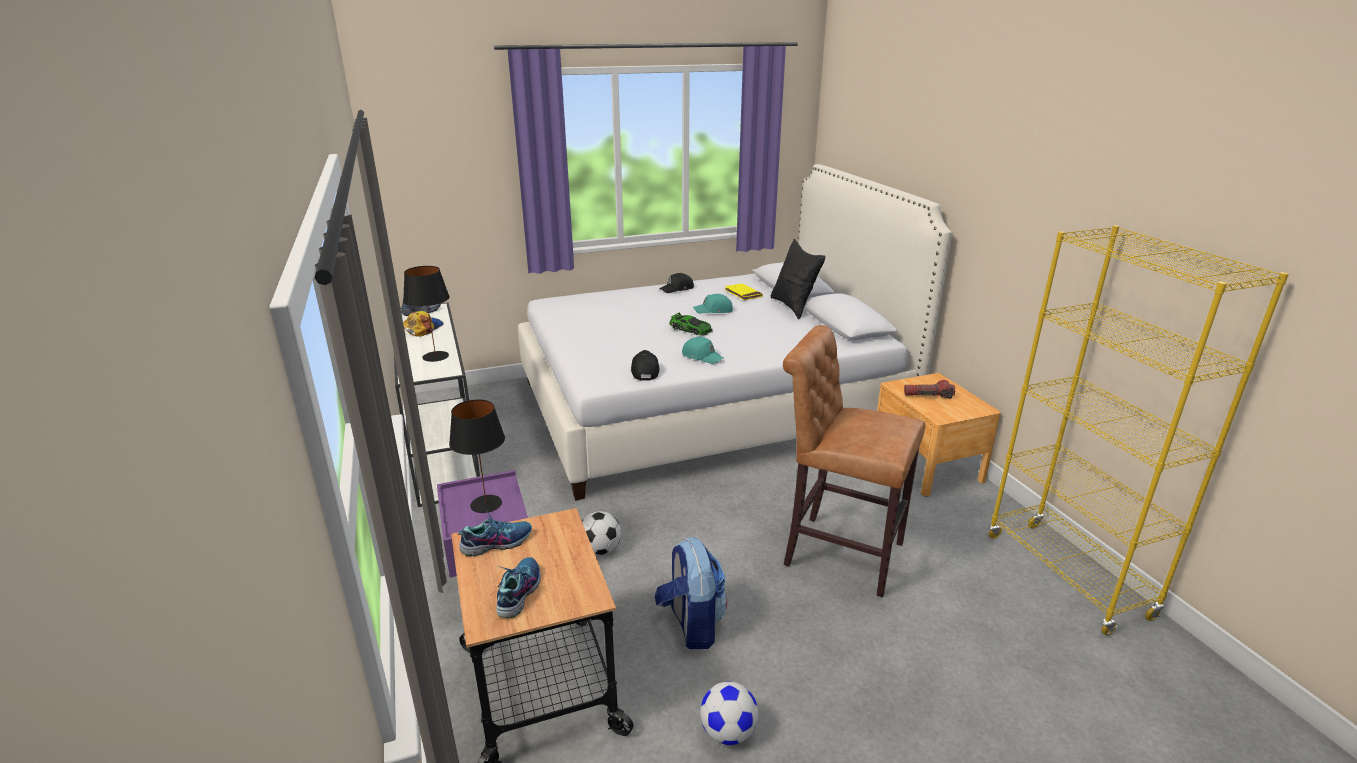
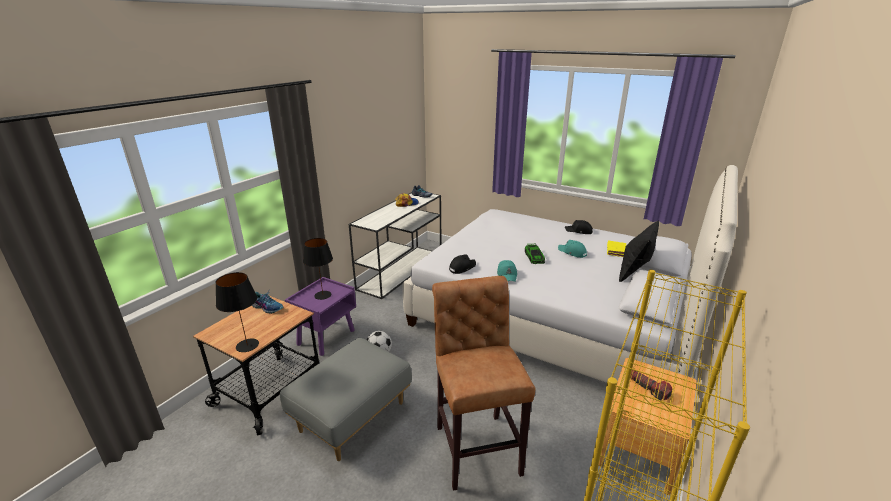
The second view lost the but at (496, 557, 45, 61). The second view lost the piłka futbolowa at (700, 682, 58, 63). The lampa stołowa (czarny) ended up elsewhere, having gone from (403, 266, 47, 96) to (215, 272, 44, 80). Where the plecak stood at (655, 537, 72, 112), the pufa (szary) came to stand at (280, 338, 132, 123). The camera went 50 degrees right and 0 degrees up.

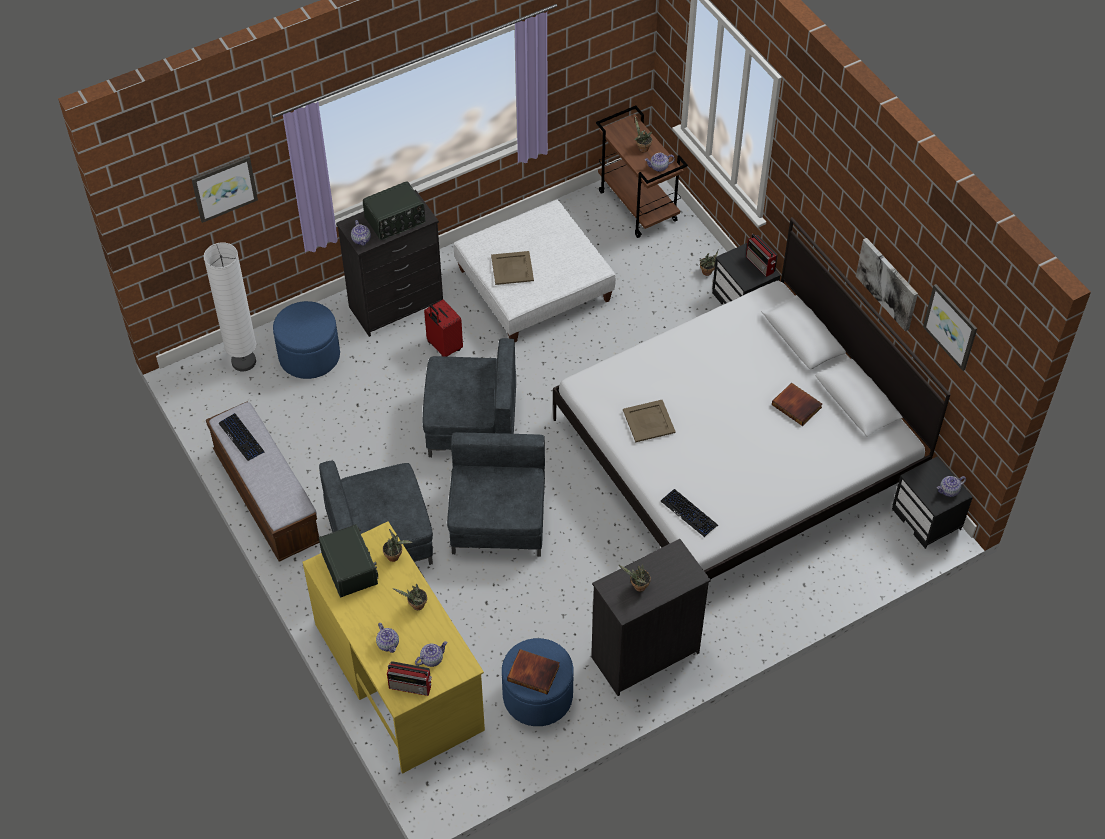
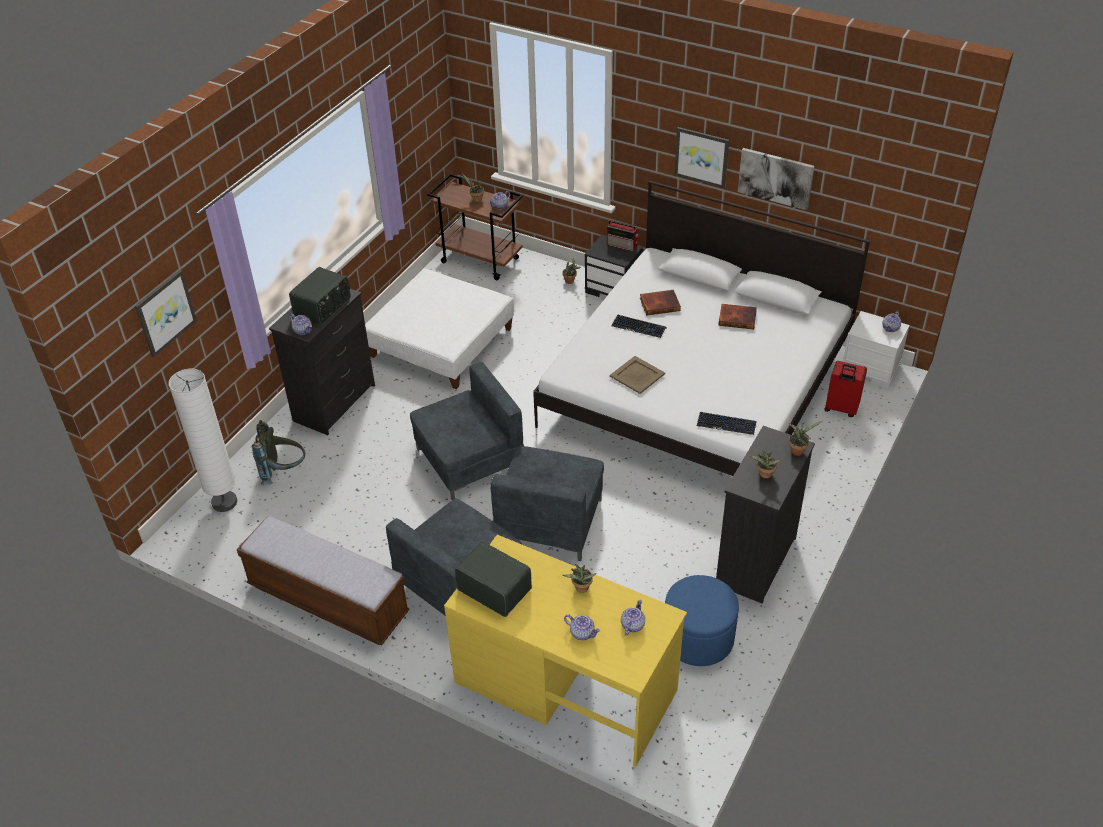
The second view lost the radio at (387, 661, 45, 35). The second view lost the taca (beżowy) at (491, 251, 43, 34). The klawiatura ended up elsewhere, having gone from (218, 413, 47, 48) to (611, 315, 56, 23). The roślina doniczkowa ended up elsewhere, having gone from (383, 529, 30, 33) to (789, 421, 33, 35). The walizka (czerwony) ended up elsewhere, having gone from (424, 299, 39, 58) to (824, 361, 43, 56). The książka ended up elsewhere, having gone from (507, 649, 53, 46) to (640, 290, 41, 26). The obraz ended up elsewhere, having gone from (923, 284, 54, 87) to (674, 127, 55, 61). Where the pufa (niebieski) stood at (273, 301, 67, 78), the plecak (szary) came to stand at (252, 420, 53, 65). What was the szafka nocna (czarny) at (892, 456, 81, 93) turned into the szafka nocna (biały) at (843, 311, 67, 77). The fotel (szary) at (447, 432, 98, 125) ended up facing another way, 135 degrees counterclockwise from before. The camera went 30 degrees left and 10 degrees down.

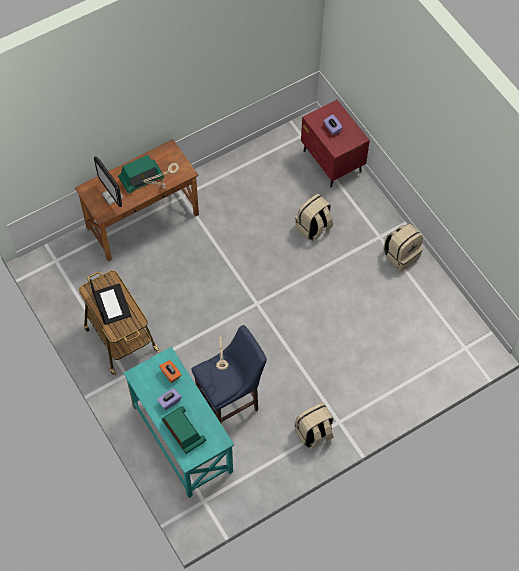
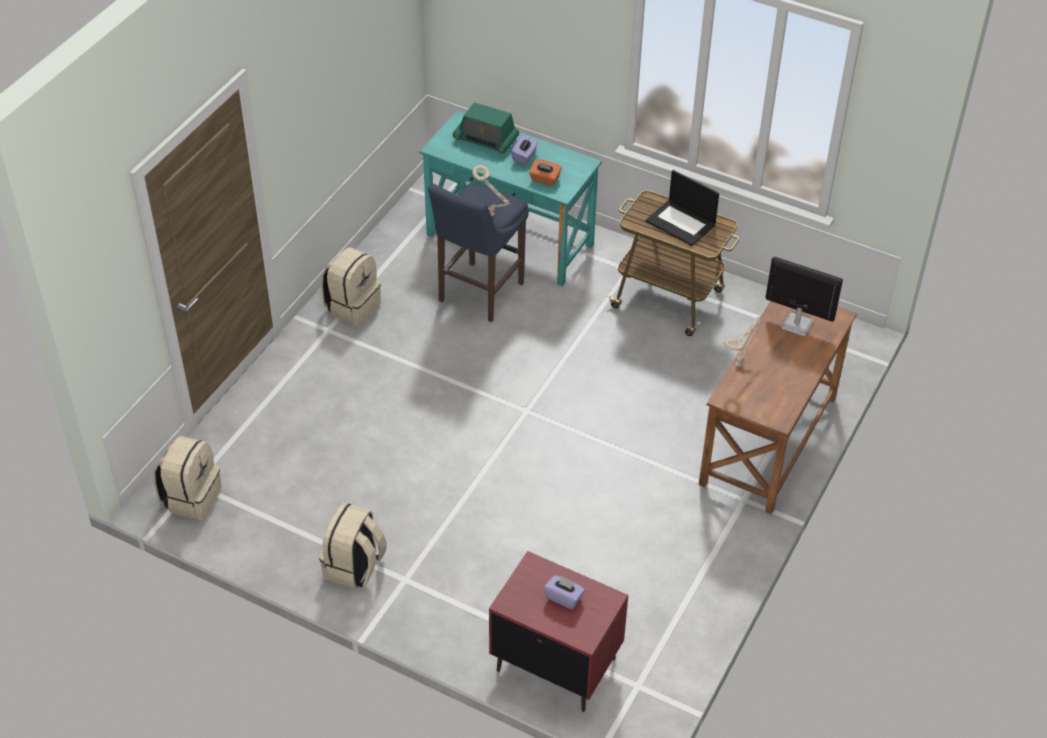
The second view lost the radio at (118, 155, 46, 39). The plecak (beżowy) ended up elsewhere, having gone from (295, 194, 38, 47) to (153, 436, 69, 84). The camera went 150 degrees right and 15 degrees down.

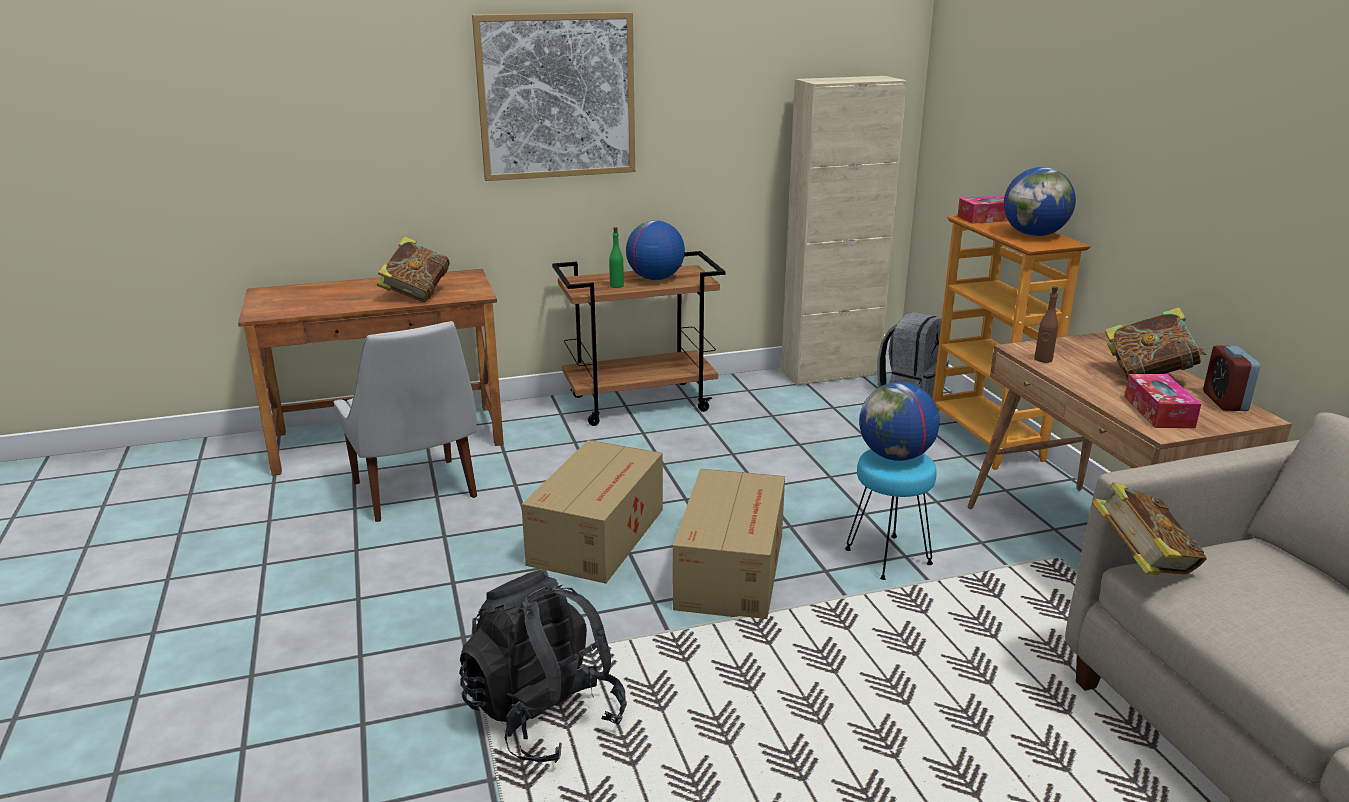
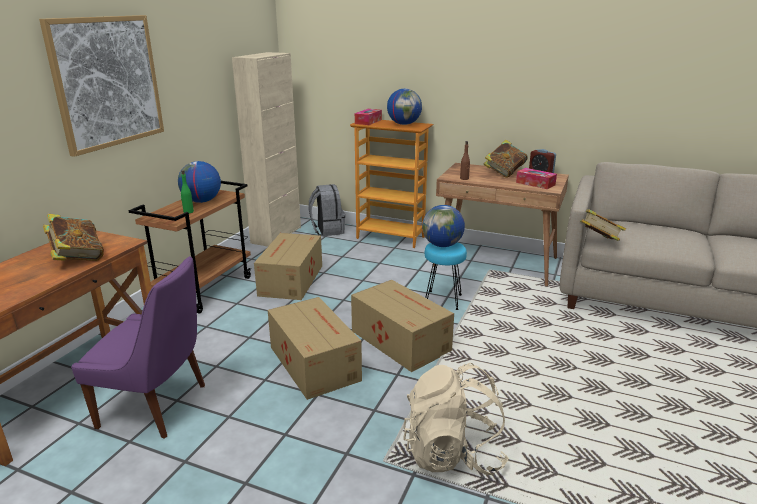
The second view gained the karton at (254, 233, 68, 67). What was the krzesło (biały) at (334, 321, 143, 201) turned into the krzesło (fioletowy) at (71, 256, 134, 183). What was the plecak (czarny) at (459, 570, 168, 193) turned into the plecak (beżowy) at (403, 363, 106, 112). The camera went 50 degrees left and 0 degrees up.

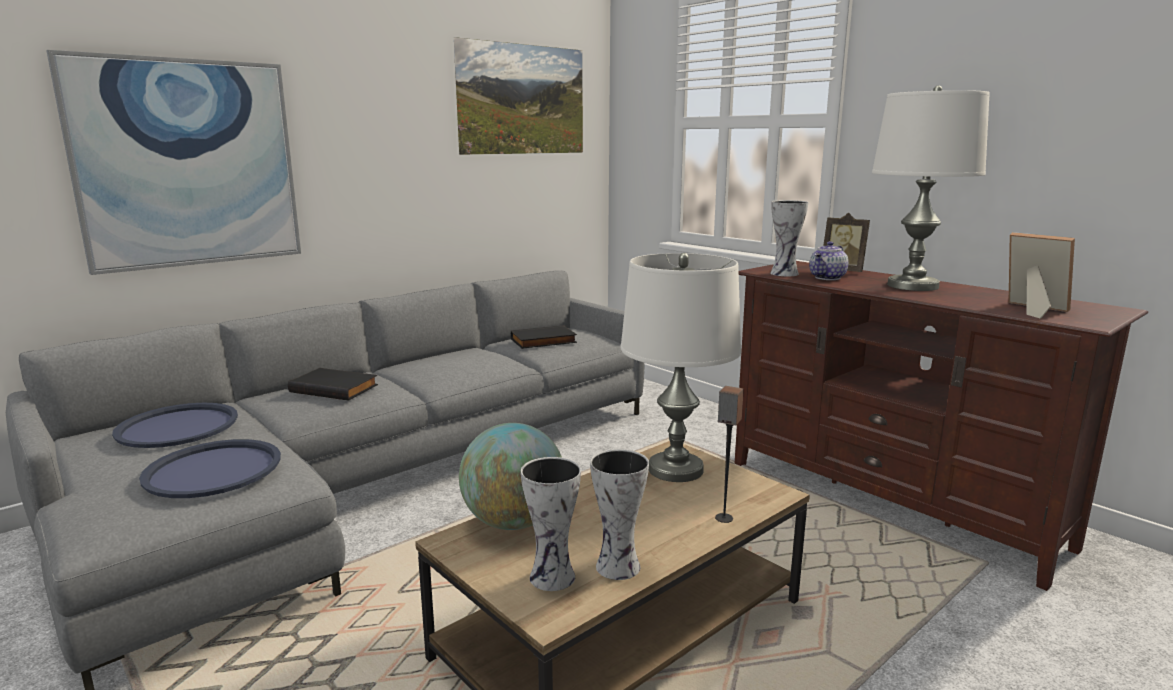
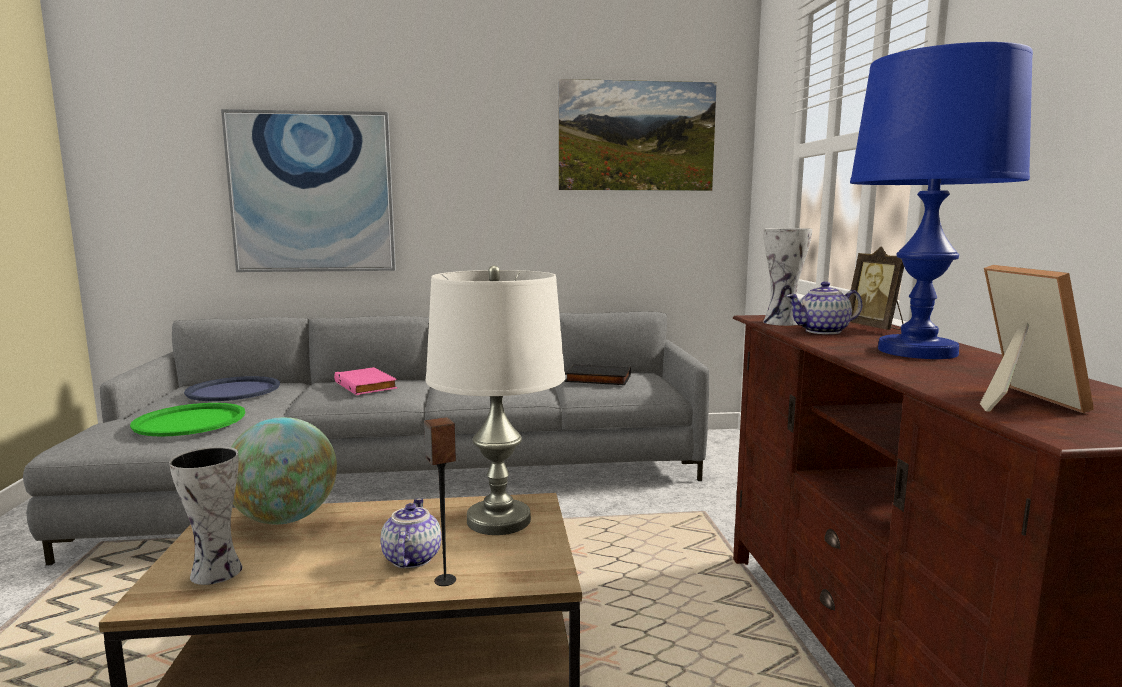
The second view lost the wazon at (590, 449, 59, 131). The second view gained the imbryk at (380, 498, 61, 70). What was the taca (niebieski) at (139, 439, 142, 59) turned into the taca (zielony) at (130, 403, 115, 34). What was the książka (czarny) at (288, 368, 90, 33) turned into the książka (różowy) at (334, 367, 63, 28). What was the lampa stołowa (biały) at (872, 86, 118, 205) turned into the lampa stołowa (niebieski) at (850, 42, 183, 317). The camera went 35 degrees right and 5 degrees down.

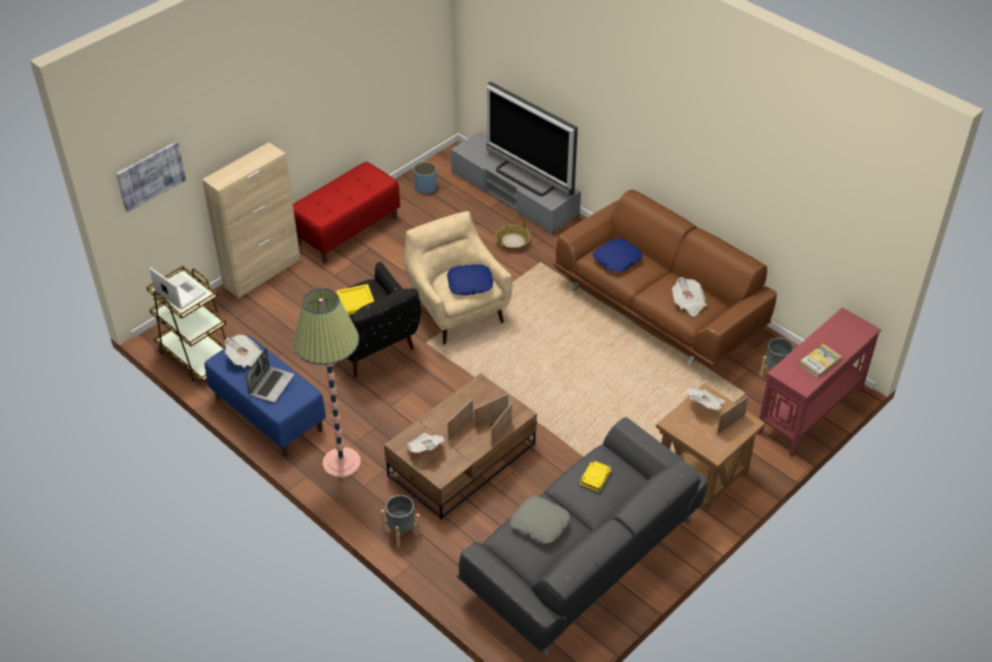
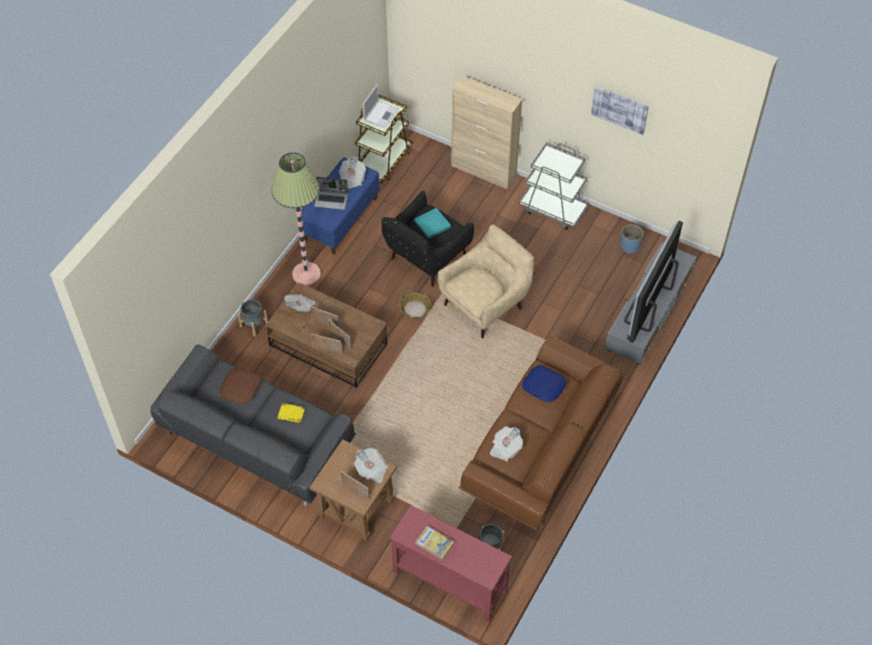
The second view lost the poduszka (niebieski) at (447, 264, 46, 31). The obraz ended up elsewhere, having gone from (116, 141, 70, 71) to (591, 86, 58, 49). The koszyk ended up elsewhere, having gone from (495, 216, 36, 35) to (399, 291, 32, 28). Where the ławka (czerwony) stood at (293, 162, 107, 102), the wózek (szary) came to stand at (519, 142, 70, 88). What was the taca (żółty) at (336, 284, 38, 31) turned into the taca (turkusowy) at (414, 208, 37, 31). What was the poduszka (szary) at (510, 496, 60, 48) turned into the poduszka (brązowy) at (219, 368, 42, 36). The camera went 75 degrees right and 10 degrees up.

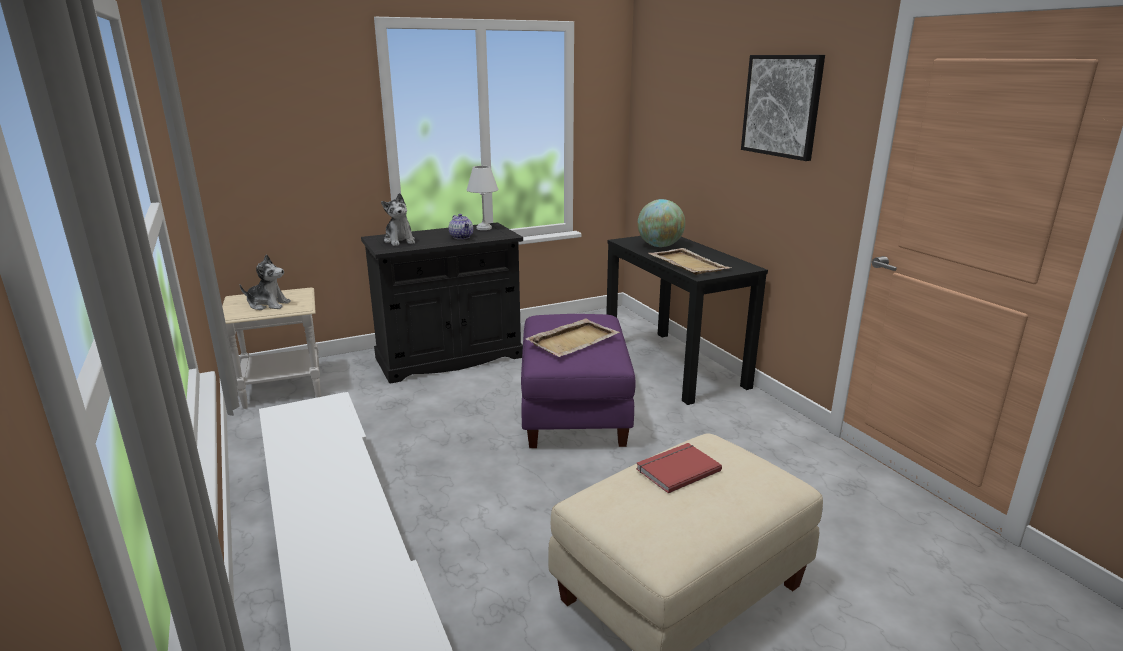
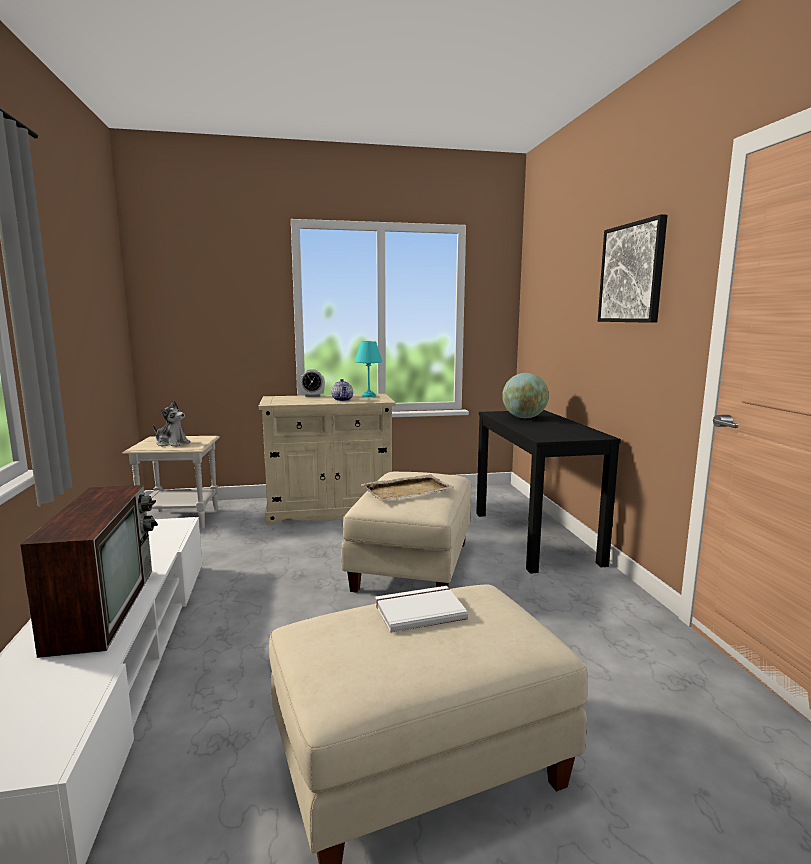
The second view lost the pluszak at (381, 193, 34, 53). The second view lost the taca (beżowy) at (648, 248, 83, 27). The second view gained the telewizor at (20, 485, 138, 173). The second view gained the budzik at (300, 369, 25, 28). What was the szafka (czarny) at (361, 222, 162, 162) turned into the szafka (beżowy) at (259, 394, 137, 131). What was the lampa stołowa (biały) at (467, 166, 31, 64) turned into the lampa stołowa (turkusowy) at (355, 341, 28, 56). What was the pufa (fioletowy) at (521, 314, 114, 134) turned into the pufa (beżowy) at (341, 472, 130, 121). What was the książka (czerwony) at (636, 443, 86, 50) turned into the książka (biały) at (375, 586, 93, 47). The camera went 15 degrees right and 10 degrees down.

